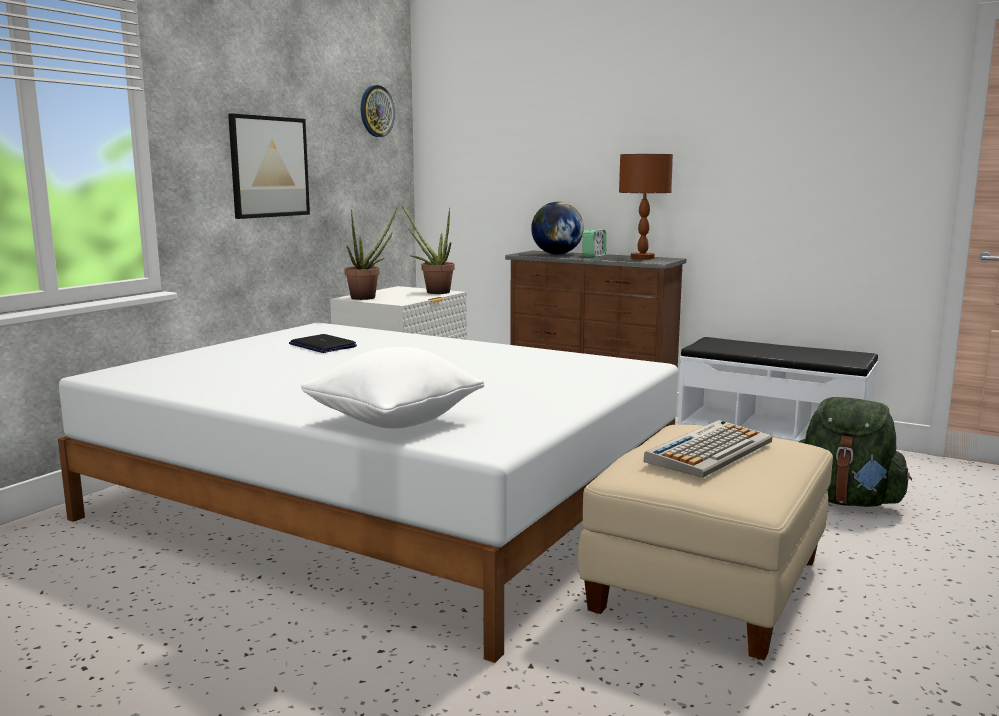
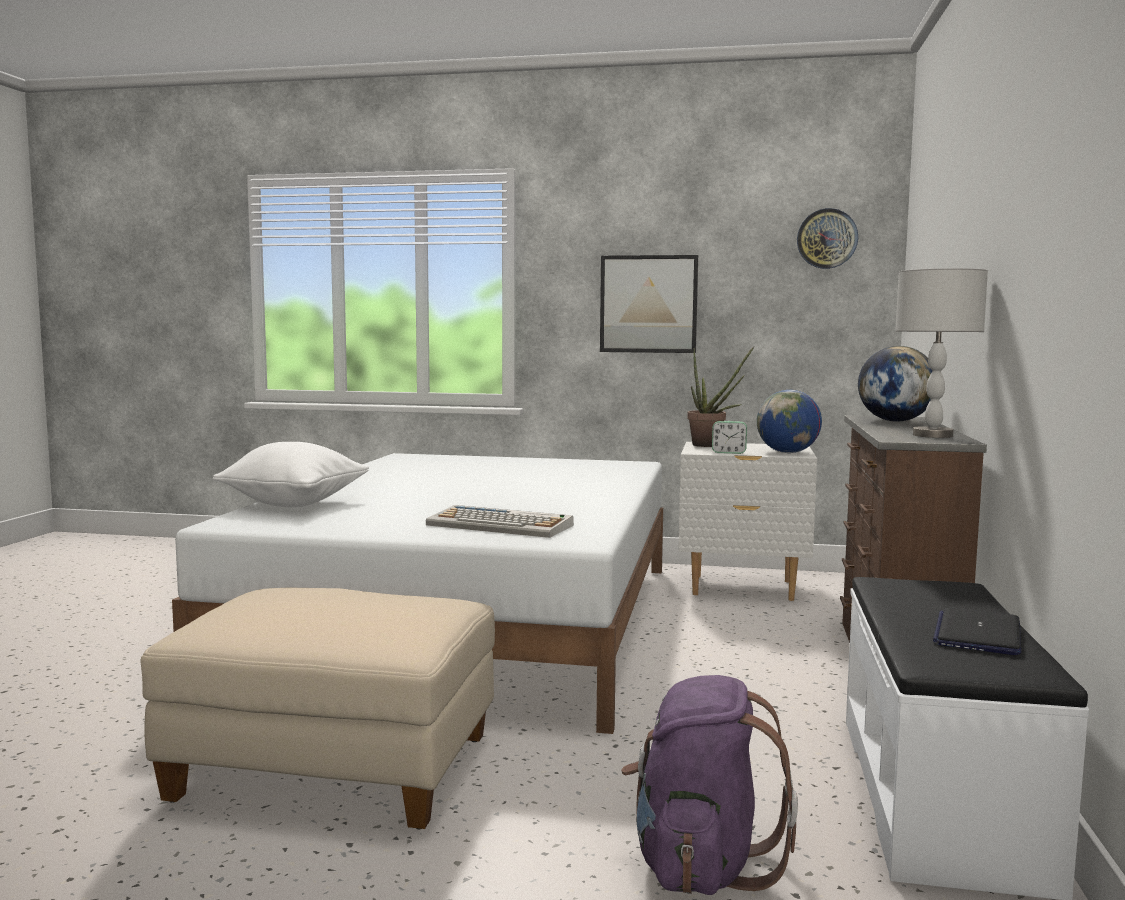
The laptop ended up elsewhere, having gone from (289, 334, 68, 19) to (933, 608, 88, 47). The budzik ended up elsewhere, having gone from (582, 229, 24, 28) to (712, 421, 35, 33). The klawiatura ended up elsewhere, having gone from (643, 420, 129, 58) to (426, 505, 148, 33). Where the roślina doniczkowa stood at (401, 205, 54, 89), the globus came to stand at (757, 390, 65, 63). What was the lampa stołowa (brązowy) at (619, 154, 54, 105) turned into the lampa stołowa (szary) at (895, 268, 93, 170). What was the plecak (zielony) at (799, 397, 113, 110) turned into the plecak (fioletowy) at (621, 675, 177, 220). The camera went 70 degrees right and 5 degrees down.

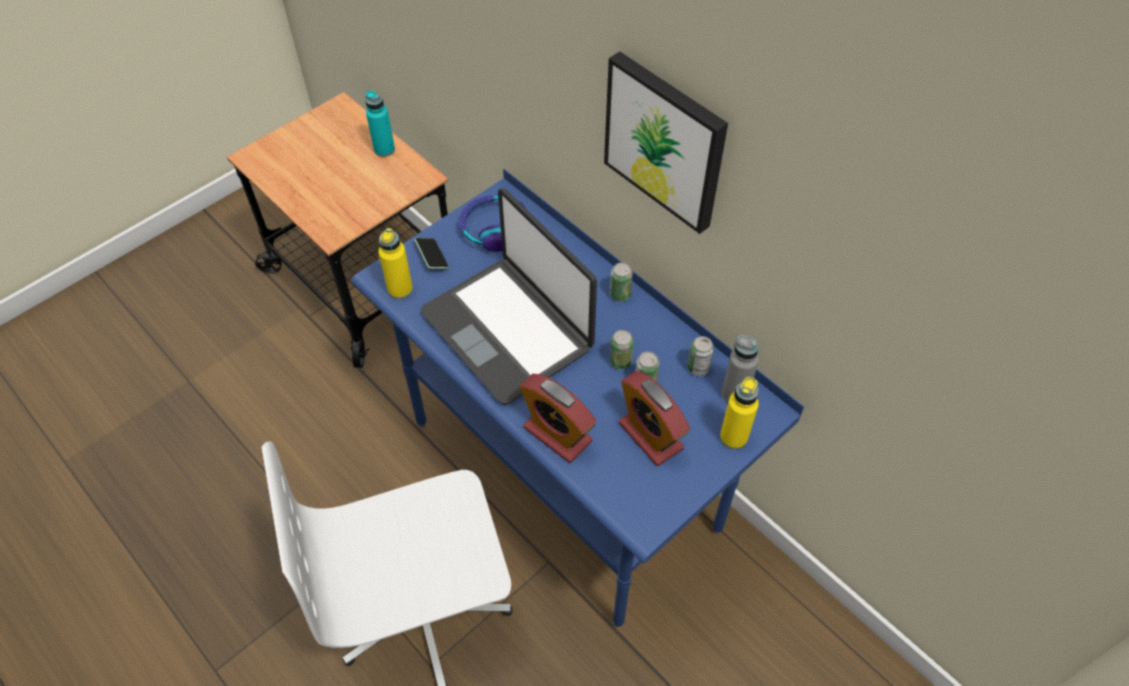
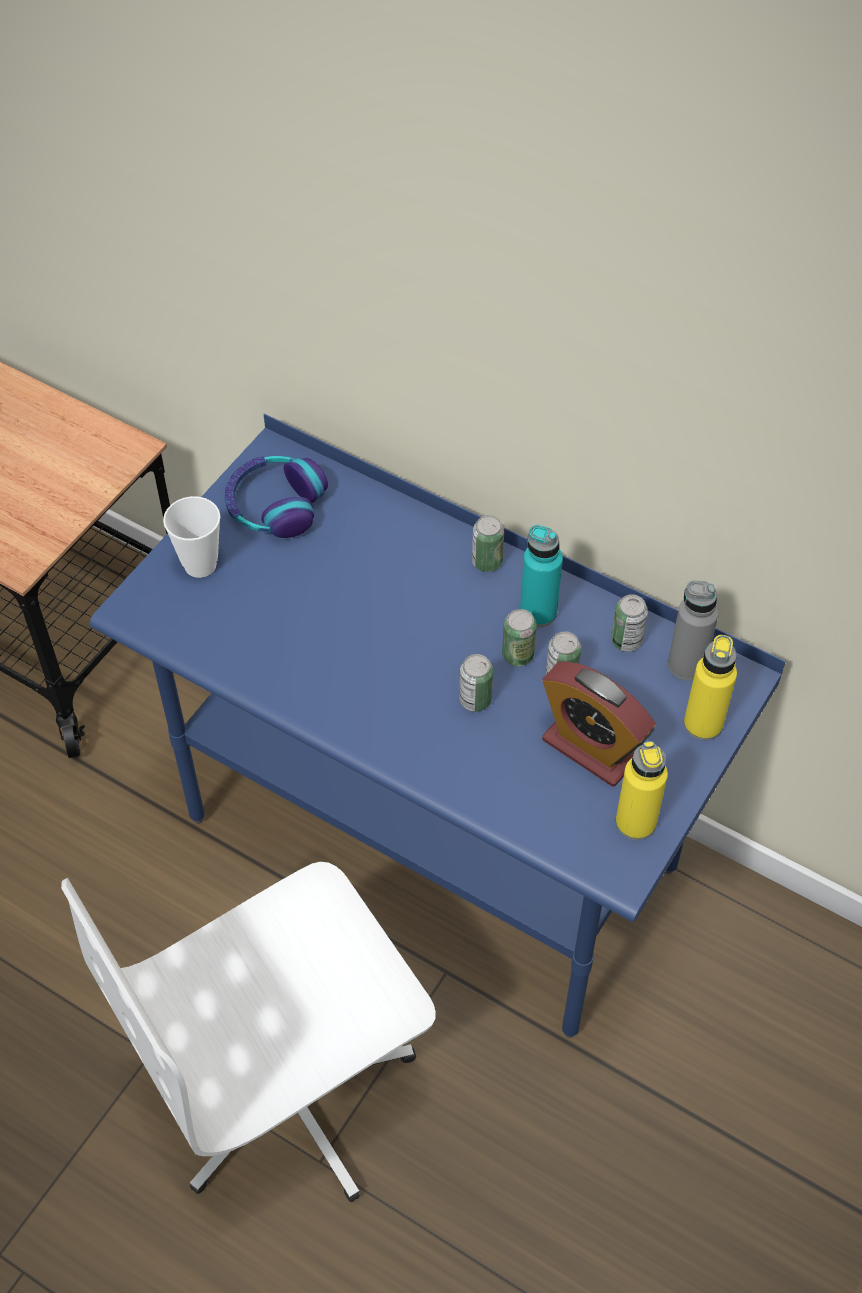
The second view lost the laptop at (420, 188, 177, 217). The second view lost the budzik at (520, 374, 76, 89). The second view lost the obraz at (604, 51, 124, 183). The second view gained the puszka at (459, 654, 34, 58). The butelka (turkusowy) ended up elsewhere, having gone from (365, 90, 30, 67) to (520, 525, 43, 102). The butelka (żółty) ended up elsewhere, having gone from (378, 228, 35, 71) to (616, 741, 52, 99). Where the telefon stood at (415, 238, 34, 31), the filiżanka came to stand at (163, 496, 58, 82). The camera went 15 degrees left and 0 degrees up.

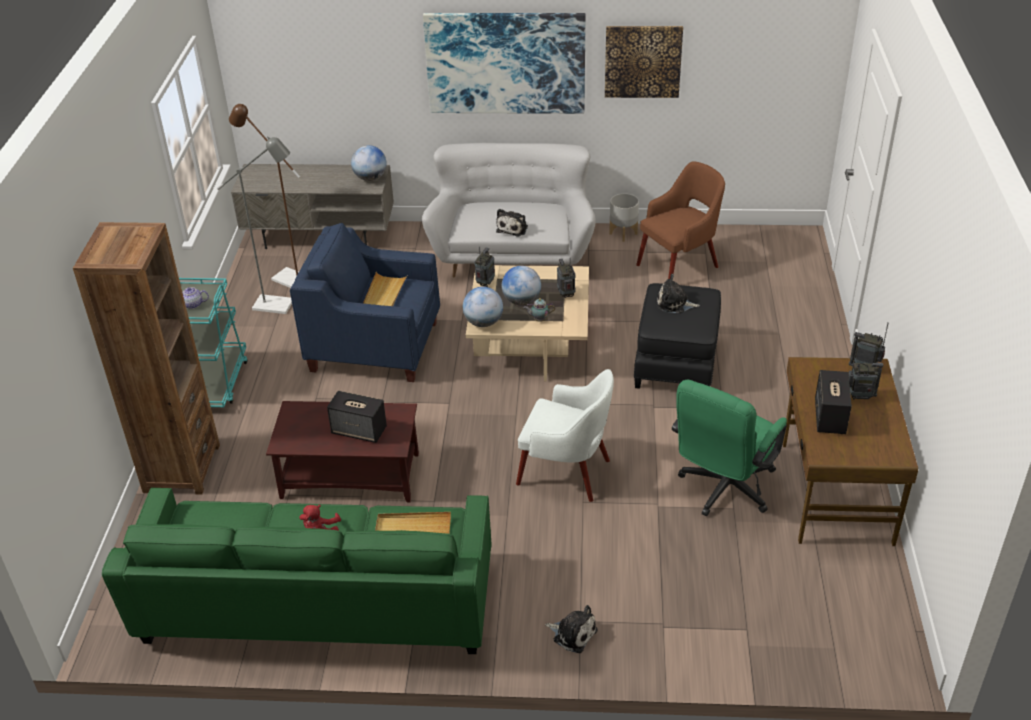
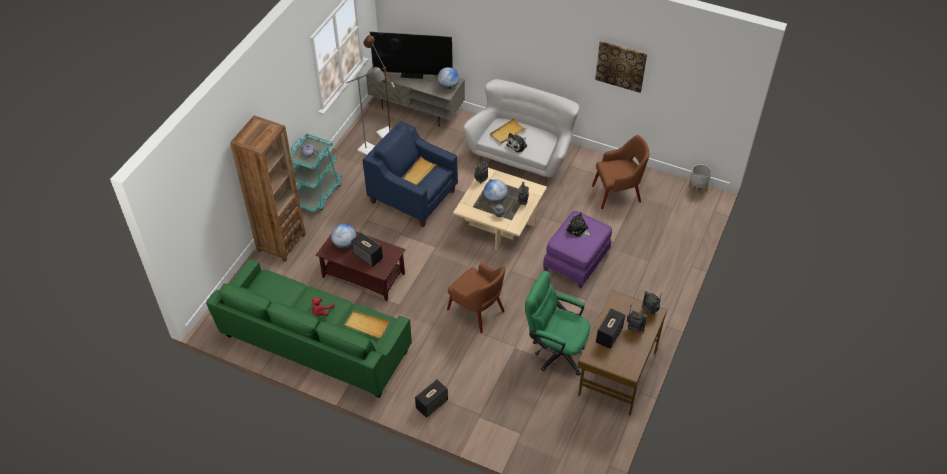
The second view lost the obraz at (423, 13, 163, 101). The second view gained the telewizor at (370, 32, 83, 47). The second view gained the taca (beżowy) at (490, 118, 36, 26). The globus ended up elsewhere, having gone from (463, 287, 40, 40) to (331, 224, 25, 25). The donica (szary) ended up elsewhere, having gone from (609, 193, 30, 49) to (688, 164, 23, 31). Where the pluszak stood at (545, 605, 53, 48), the głośnik came to stand at (415, 379, 33, 39). What was the fotel (biały) at (516, 369, 98, 133) turned into the fotel (brązowy) at (447, 263, 58, 70). What was the pufa (czarny) at (634, 283, 87, 106) turned into the pufa (fioletowy) at (543, 211, 69, 77). The krzesło biurowe (zielony) at (672, 380, 115, 137) ended up facing another way, 60 degrees clockwise from before. The camera went 20 degrees right and 10 degrees up.

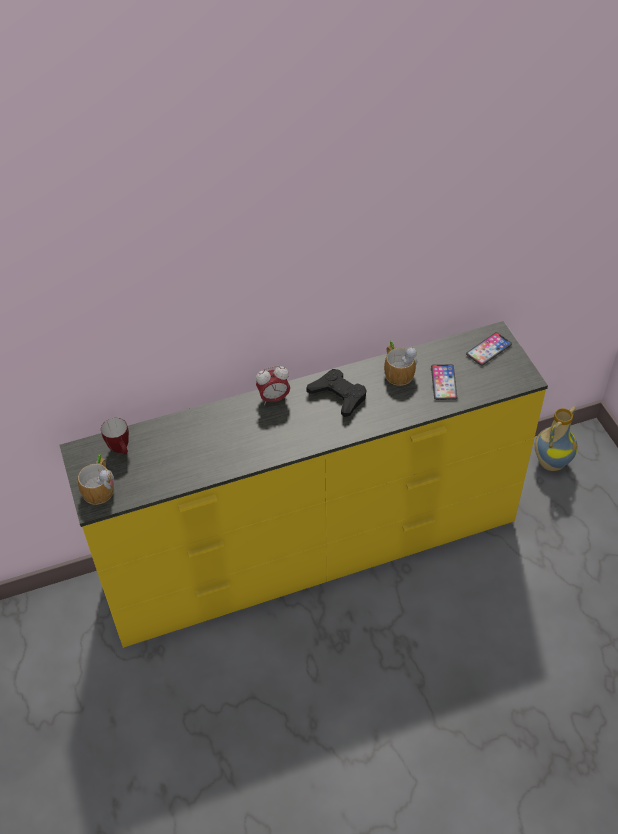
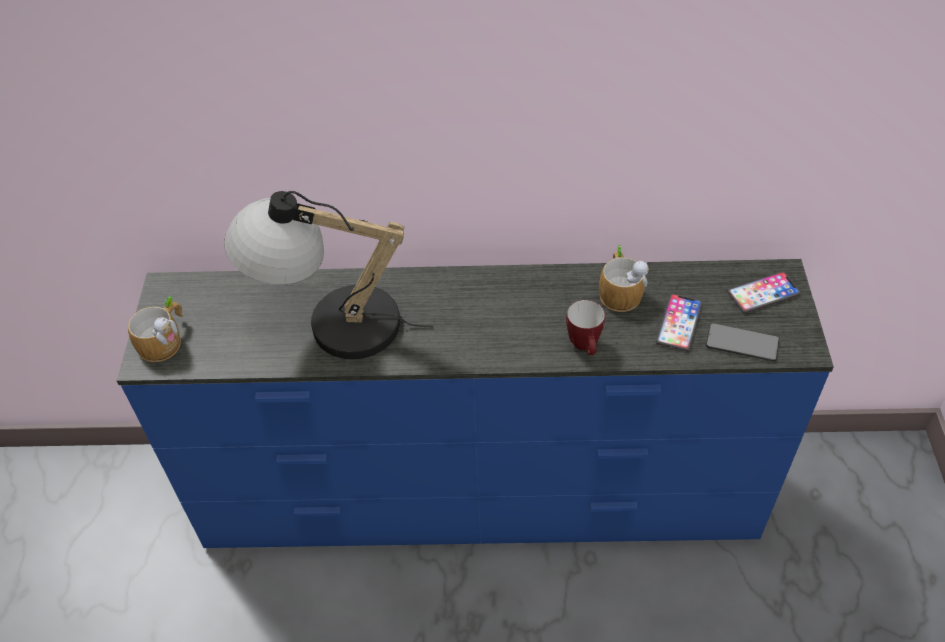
The second view lost the budzik at (256, 366, 34, 39). The second view lost the pad do gier (czarny) at (306, 369, 61, 48). The second view lost the wazon at (535, 406, 42, 65). The second view gained the lampa stołowa at (224, 191, 210, 168). The second view gained the telefon at (706, 323, 73, 39). The kubek ended up elsewhere, having gone from (101, 418, 28, 37) to (566, 300, 39, 55). What was the komoda (żółty) at (60, 321, 488, 327) turned into the komoda (niebieski) at (117, 259, 717, 289). The camera went 20 degrees right and 0 degrees up.

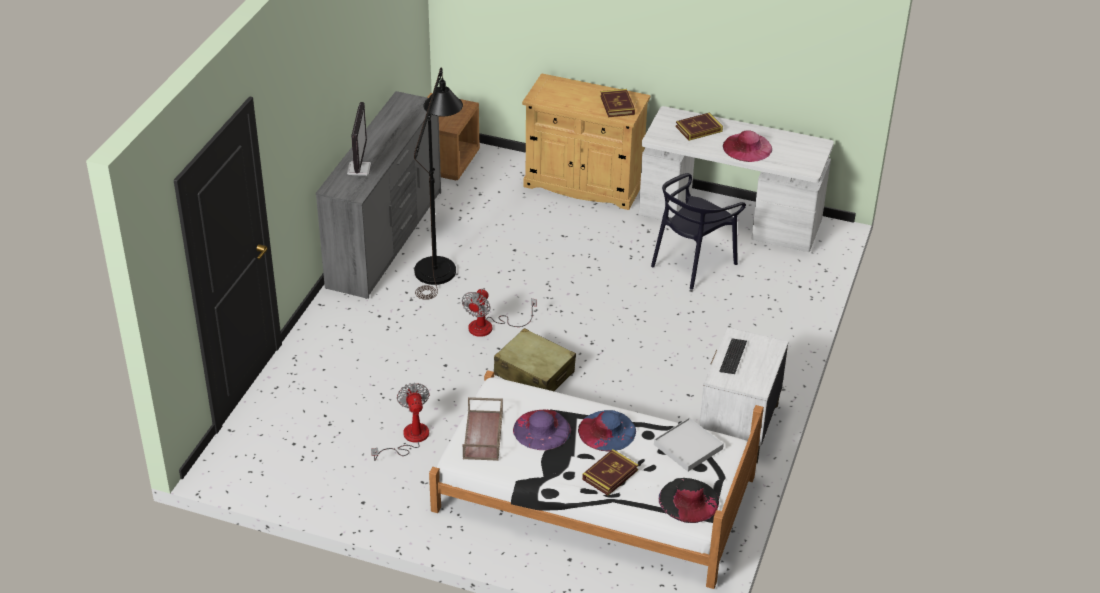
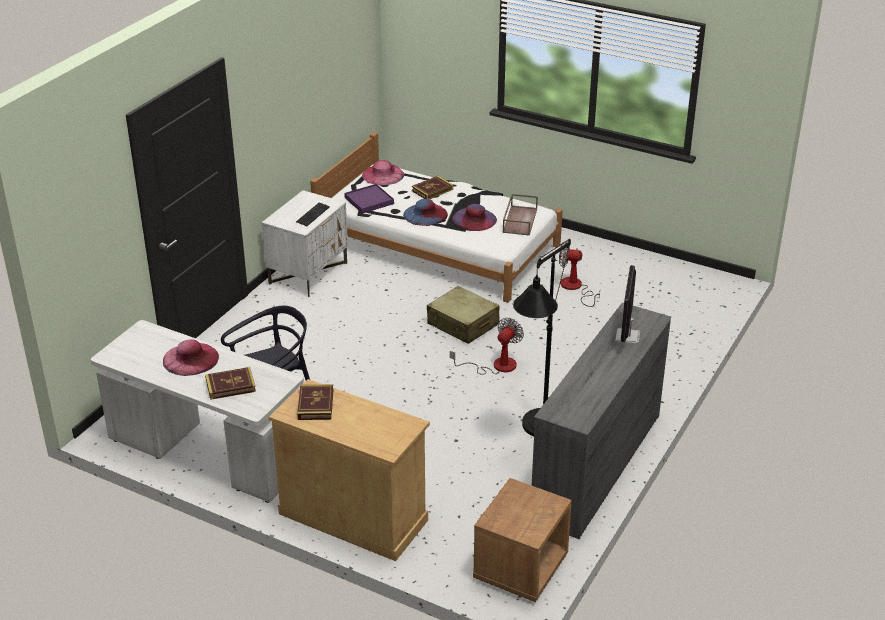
What was the taca (biały) at (654, 418, 70, 53) turned into the taca (fioletowy) at (344, 184, 50, 30). What was the kapelusz (czarny) at (659, 478, 60, 45) turned into the kapelusz (różowy) at (362, 160, 42, 25). The wentylator at (371, 383, 58, 78) ended up facing another way, 105 degrees clockwise from before. The camera went 170 degrees left and 5 degrees down.

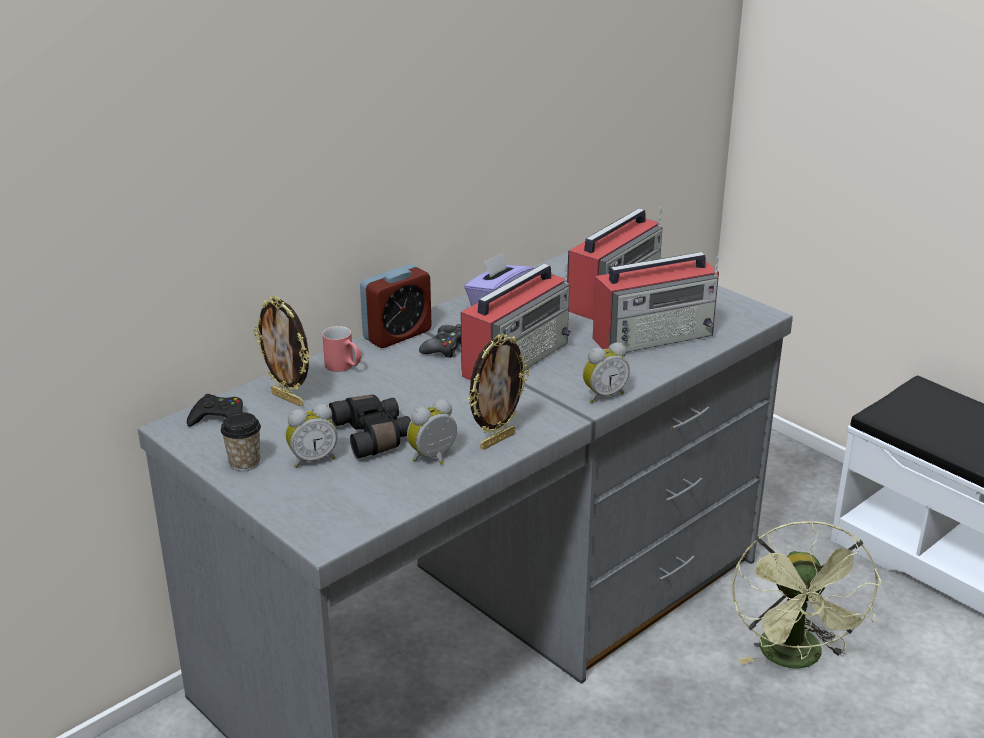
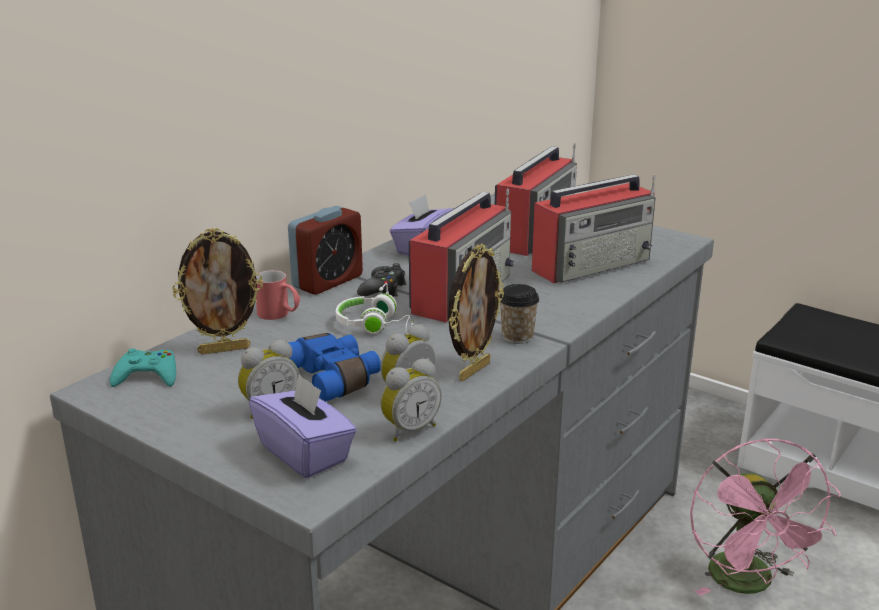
The second view gained the pudełko chusteczek (fioletowy) at (249, 373, 108, 105). The second view gained the słuchawki (biały) at (336, 283, 78, 51). The filiżanka ended up elsewhere, having gone from (221, 412, 40, 59) to (500, 284, 39, 60). The budzik ended up elsewhere, having gone from (583, 343, 47, 60) to (380, 358, 62, 84). What was the pad do gier (czarny) at (187, 394, 56, 33) turned into the pad do gier (turkusowy) at (110, 348, 66, 39). What was the lornetka (czarny) at (329, 395, 82, 64) turned into the lornetka (niebieski) at (288, 333, 93, 69). What was the wentylator (zielony) at (732, 520, 149, 149) turned into the wentylator (różowy) at (690, 438, 151, 158). The ramka na zdjęcie at (254, 296, 56, 110) ended up facing another way, 45 degrees counterclockwise from before. The camera went 10 degrees left and 5 degrees down.

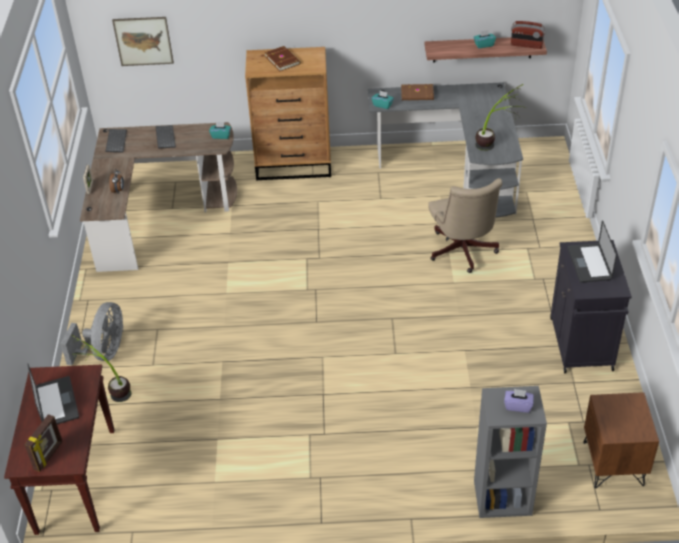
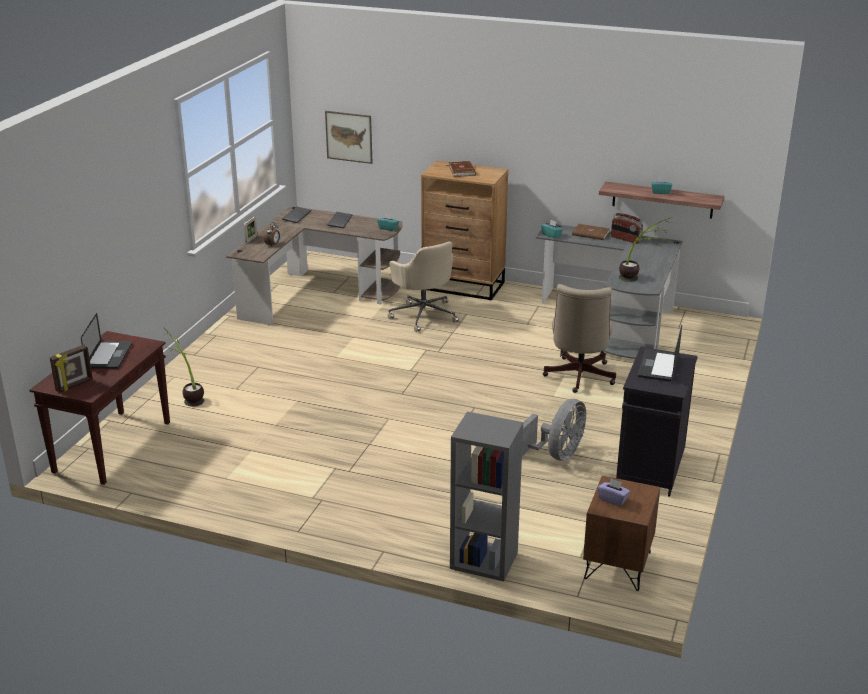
The second view gained the krzesło biurowe (beżowy) at (388, 241, 71, 91). The wentylator (szary) ended up elsewhere, having gone from (61, 302, 62, 63) to (522, 399, 64, 62). The pudełko chusteczek (fioletowy) ended up elsewhere, having gone from (504, 389, 30, 24) to (598, 478, 32, 29). The radio ended up elsewhere, having gone from (511, 21, 34, 28) to (611, 213, 32, 31). The camera went 20 degrees right and 15 degrees down.

